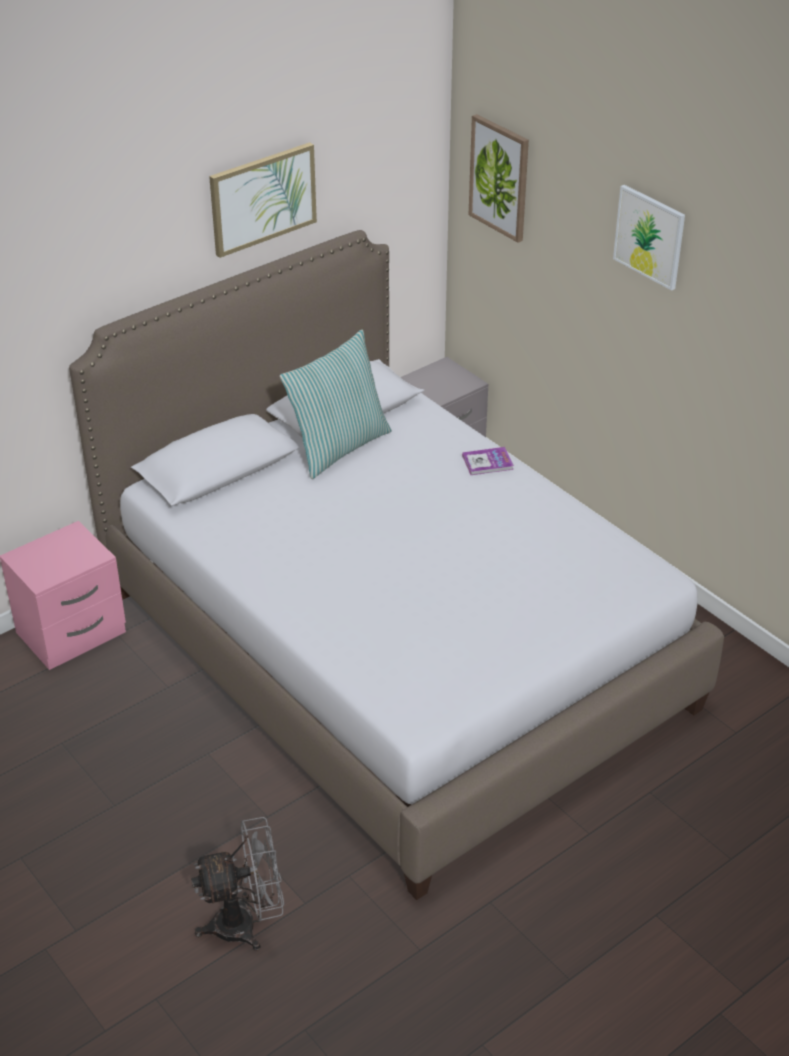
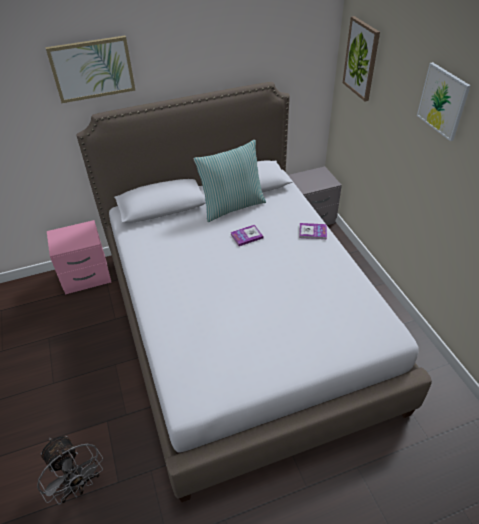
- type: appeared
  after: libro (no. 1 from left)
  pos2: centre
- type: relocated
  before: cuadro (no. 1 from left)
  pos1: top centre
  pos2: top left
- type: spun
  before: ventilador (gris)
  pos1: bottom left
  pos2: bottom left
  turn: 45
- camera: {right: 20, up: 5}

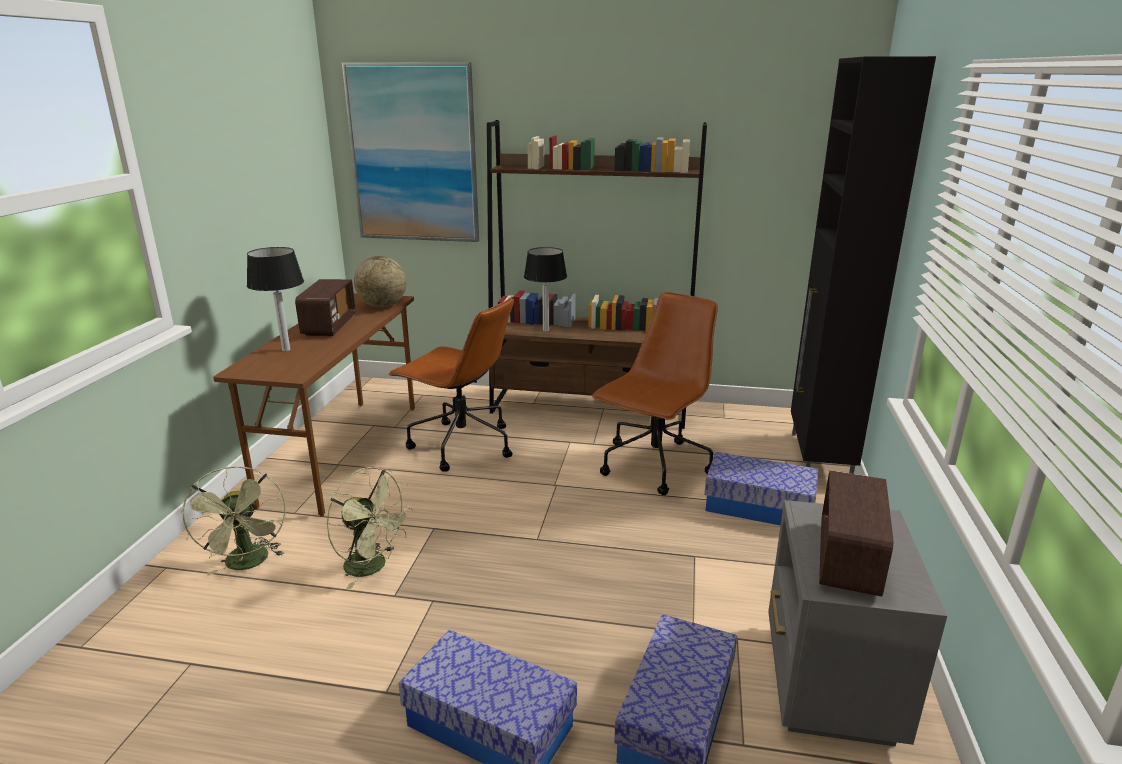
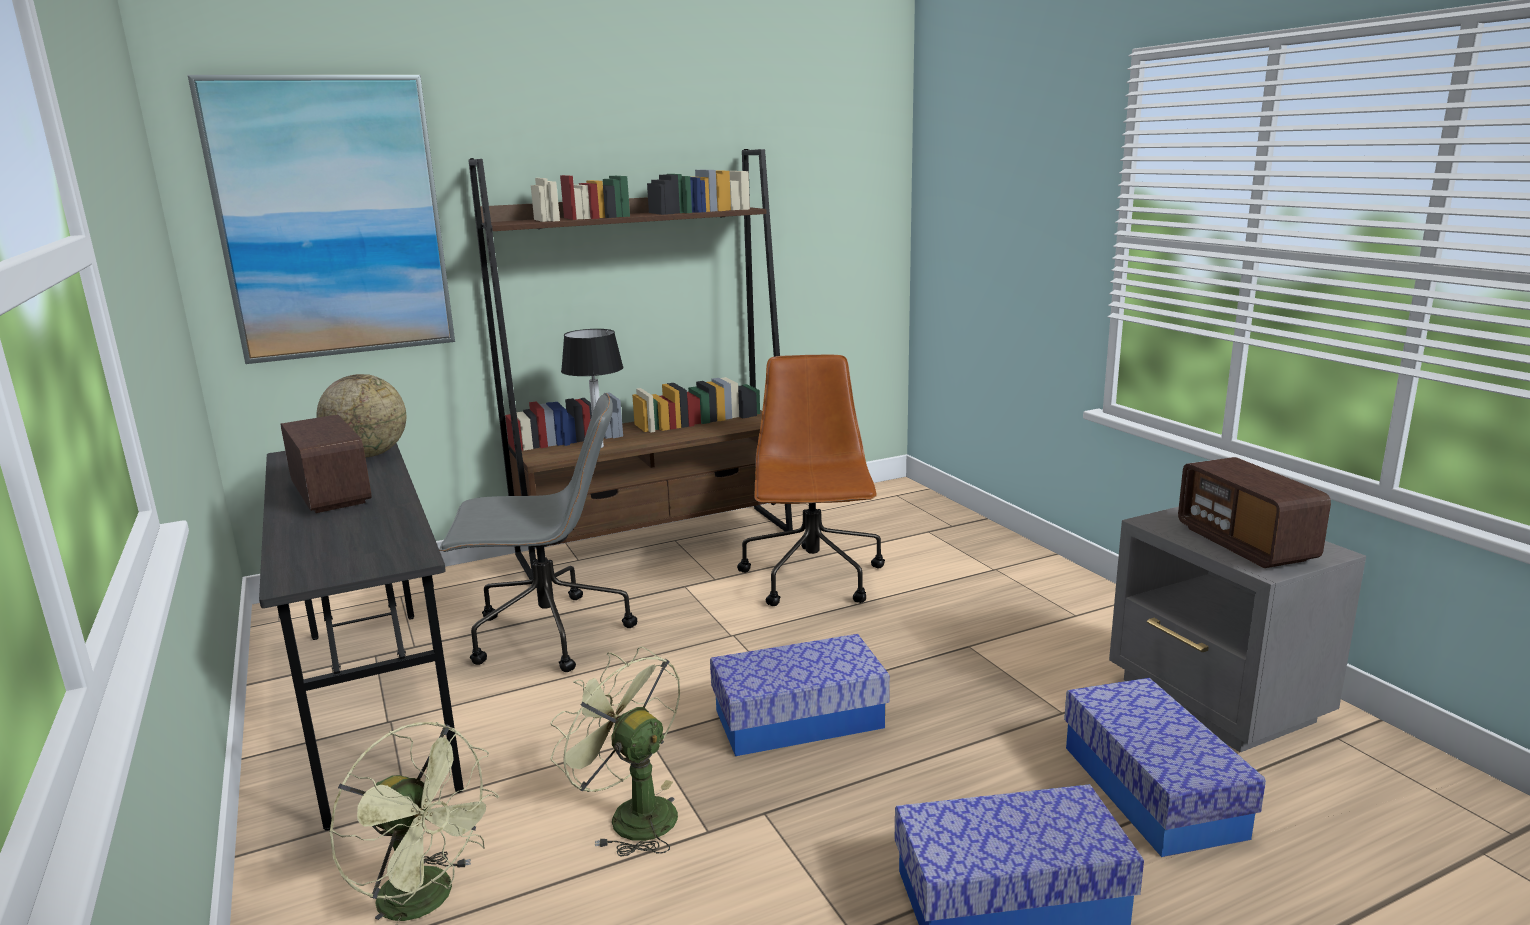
- type: missing
  before: lámpara de mesa (no. 1 from left)
  pos1: middle left
- type: missing
  before: armario (negro)
  pos1: middle right
- type: relocated
  before: caja de almacenaje (no. 3 from left in the first image)
  after: caja de almacenaje (no. 1 from left)
  pos1: middle right
  pos2: bottom centre
- type: colour
  before: escritorio (marrón)
  after: escritorio (gris)
  pos1: middle left
  pos2: bottom left
- type: colour
  before: silla de oficina (marrón) (no. 1 from left)
  after: silla de oficina (gris)
  pos1: centre
  pos2: centre
- type: spun
  before: ventilador (verde) (no. 2 from left)
  pos1: bottom left
  pos2: bottom centre
  turn: -135
- camera: {right: -35, up: -5}

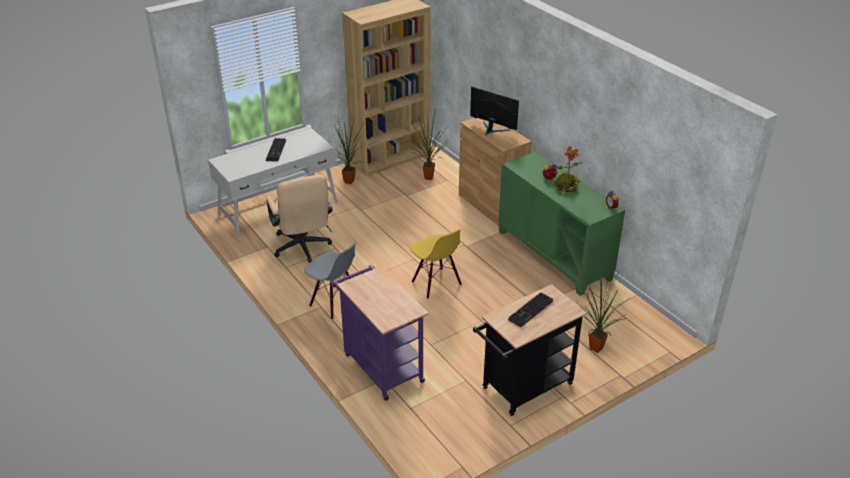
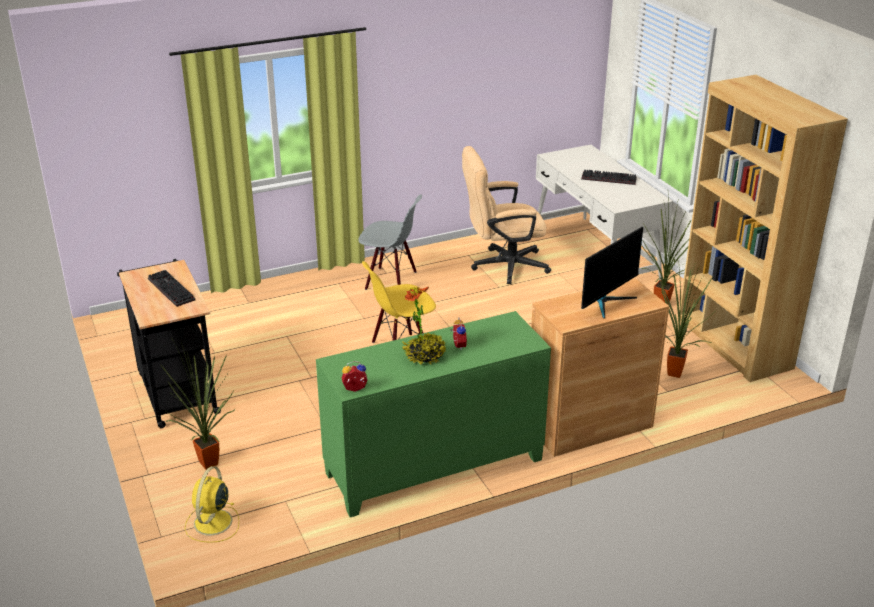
- type: missing
  before: carrito (morado)
  pos1: bottom centre
- type: appeared
  after: ventilador (amarillo)
  pos2: bottom left
- type: spun
  before: silla (gris)
  pos1: centre
  pos2: centre
  turn: -120
- camera: {right: 100, up: -5}

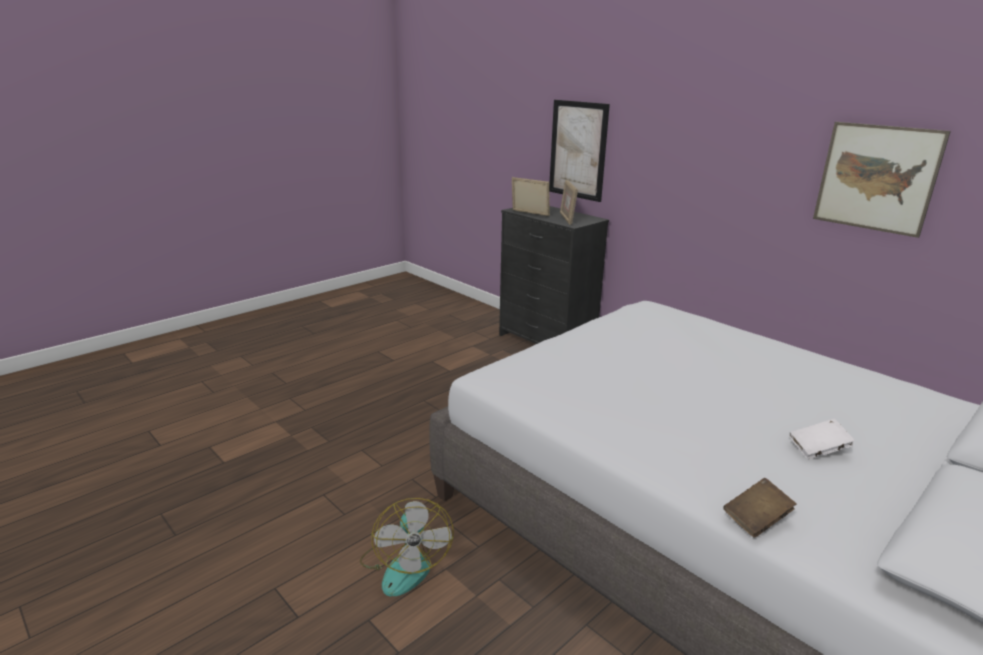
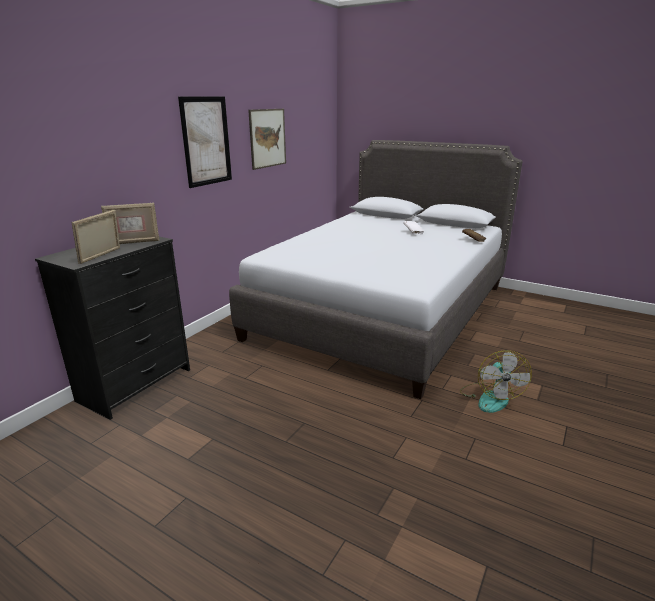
- type: relocated
  before: cuadro (no. 1 from left)
  pos1: top centre
  pos2: top left
- type: spun
  before: ventilador
  pos1: bottom centre
  pos2: middle right
  turn: 120
- camera: {right: -105, up: 0}

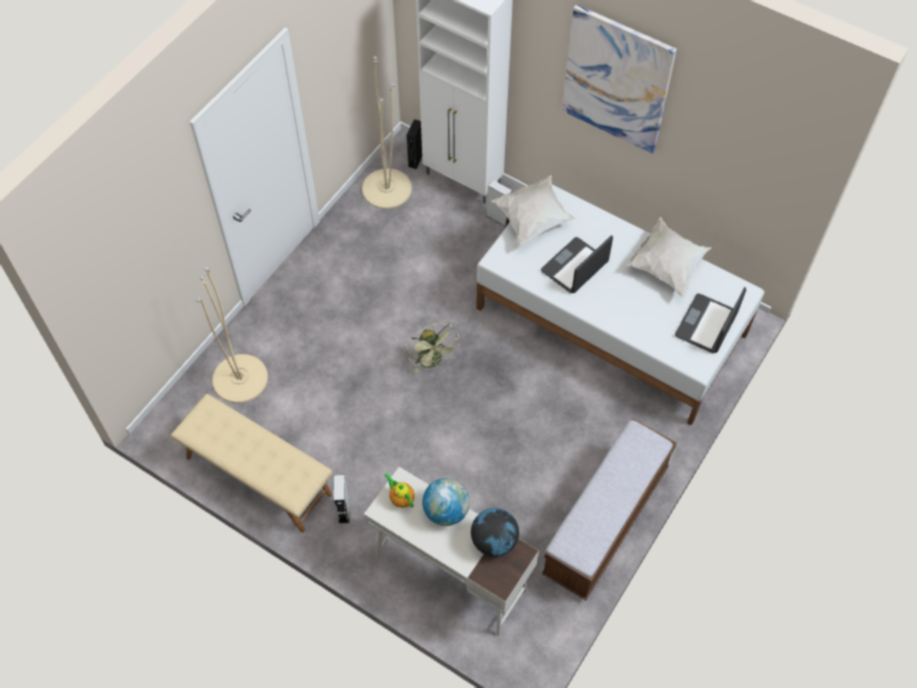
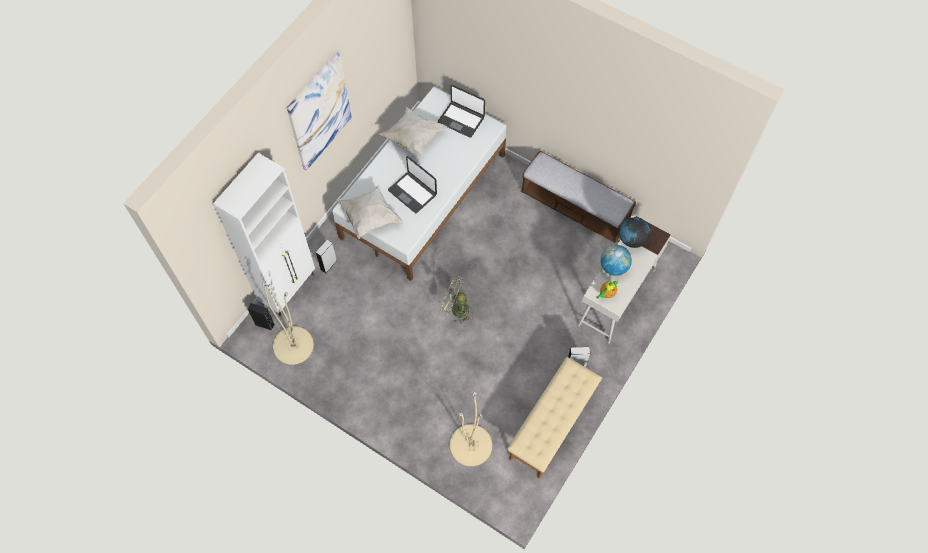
- type: spun
  before: ventilador (verde)
  pos1: centre
  pos2: centre
  turn: -135
- camera: {right: -90, up: 5}

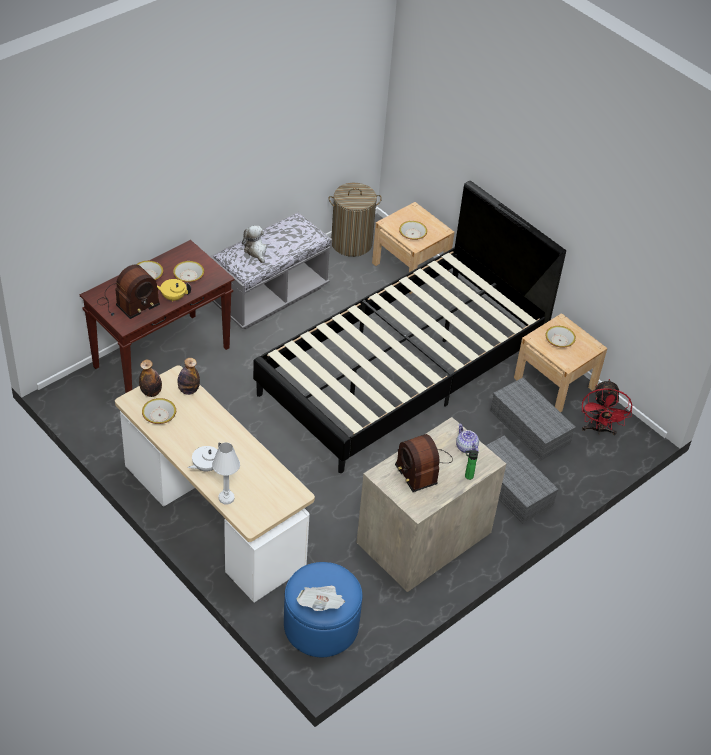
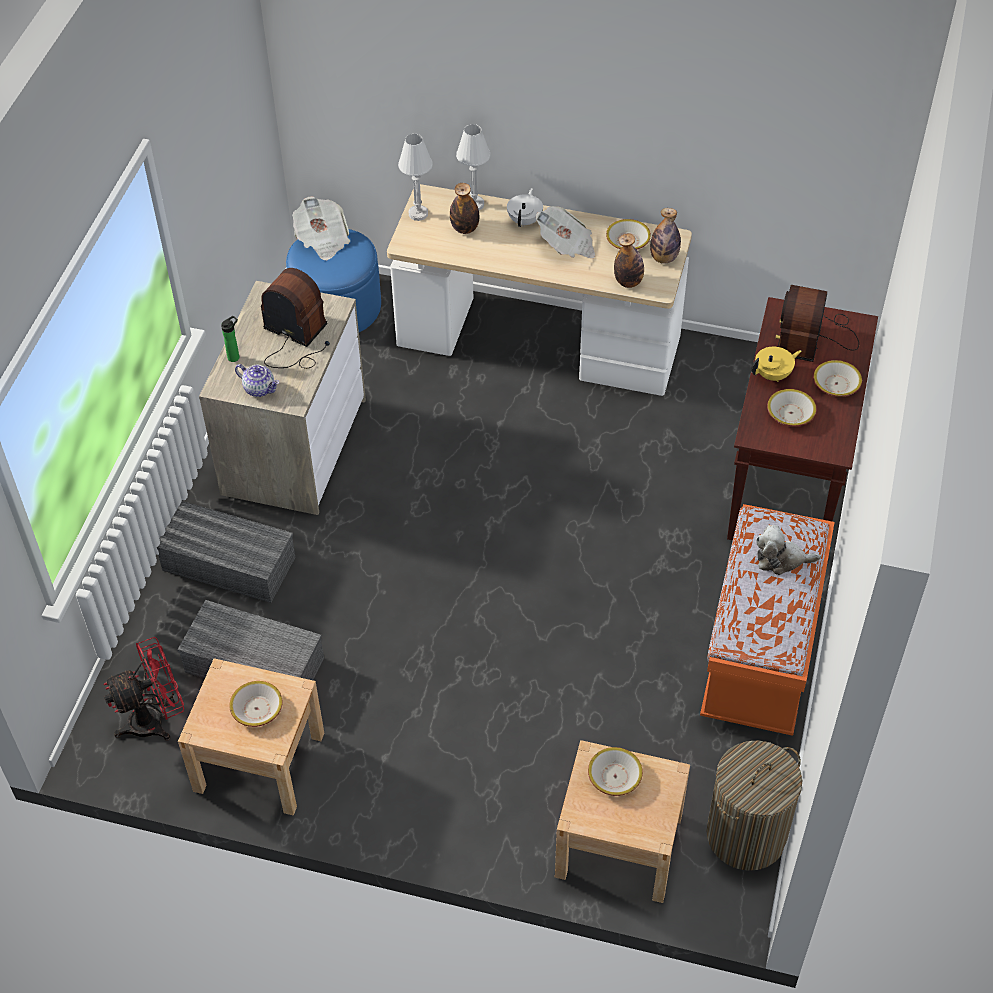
- type: missing
  before: cama (negro)
  pos1: centre
- type: appeared
  after: lámpara de mesa (blanco) (no. 1 from left)
  pos2: top centre
- type: appeared
  after: botella (no. 2 from left)
  pos2: top centre
- type: appeared
  after: periódico (no. 2 from left)
  pos2: top centre
- type: colour
  before: banco (gris)
  after: banco (naranja)
  pos1: centre
  pos2: middle right
- type: spun
  before: peluche
  pos1: top centre
  pos2: middle right
  turn: 150
- type: spun
  before: ventilador (rojo)
  pos1: middle right
  pos2: bottom left
  turn: 90
- camera: {right: 150, up: 5}

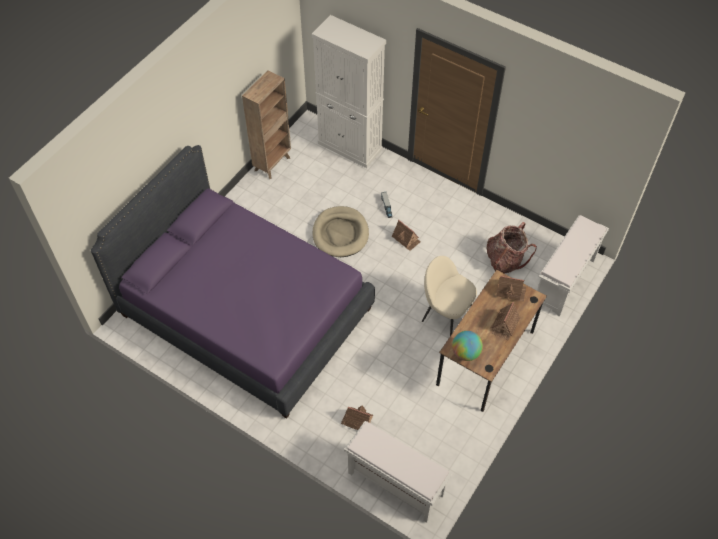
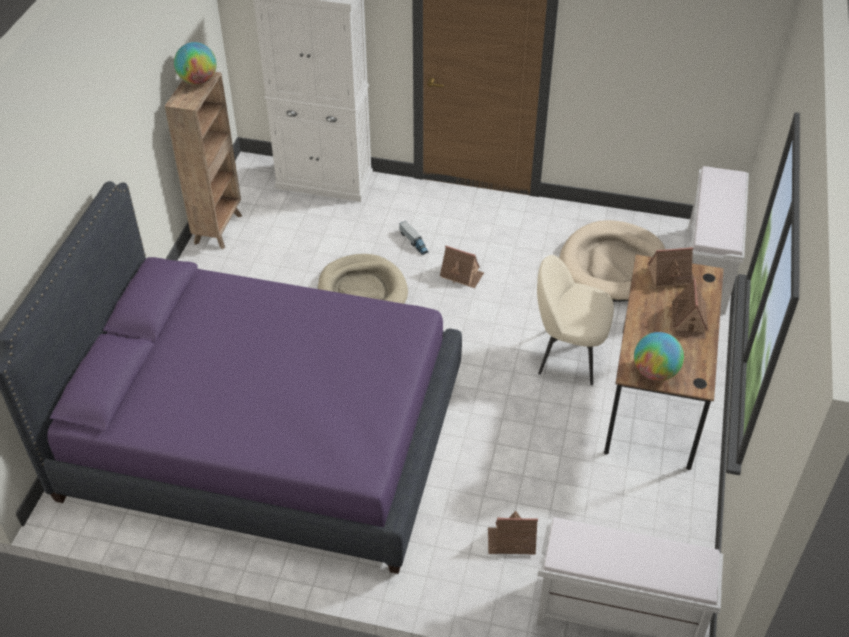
- type: appeared
  after: globo terráqueo (no. 1 from left)
  pos2: top left
- type: exchanged
  before: mochila
  after: cama para perro (beis) (no. 2 from left)
  pos1: middle right
  pos2: middle right
- camera: {right: -20, up: -10}

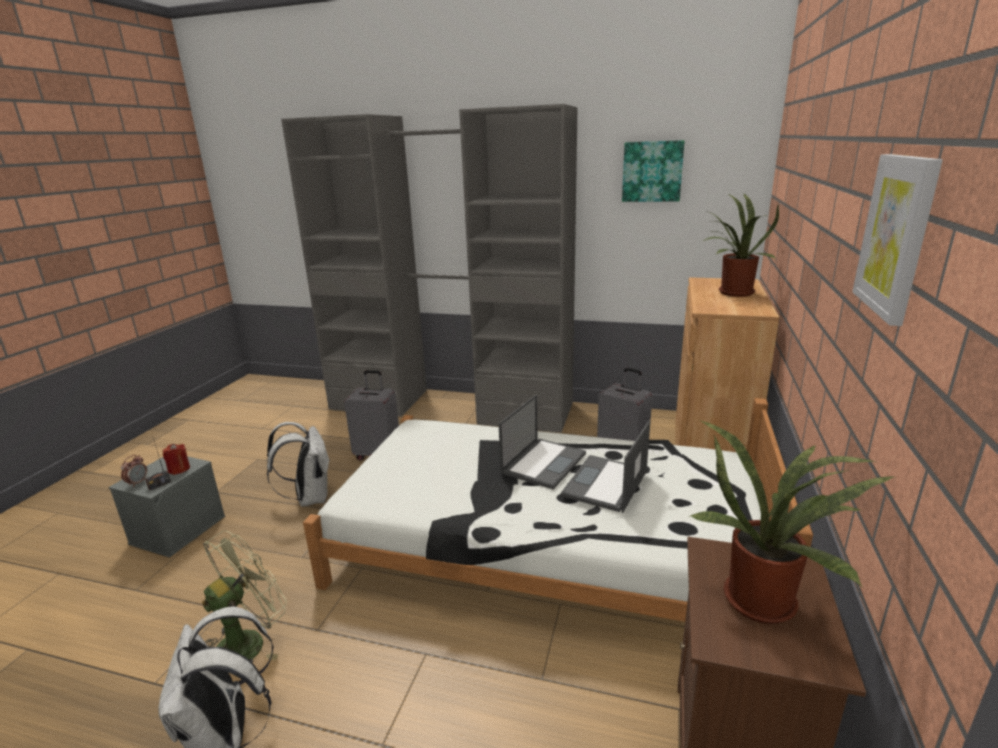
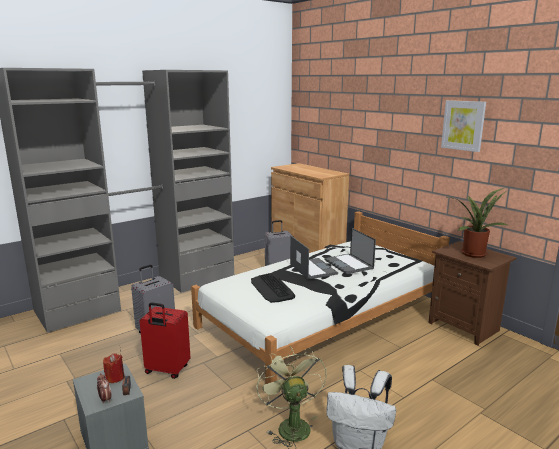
- type: missing
  before: cuadro (no. 1 from left)
  pos1: top centre
- type: missing
  before: planta en maceta (no. 1 from left)
  pos1: top right
- type: appeared
  after: teclado
  pos2: centre
- type: exchanged
  before: mochila (blanco) (no. 2 from left)
  after: maleta (rojo)
  pos1: middle left
  pos2: bottom left
- camera: {right: -55, up: -5}

